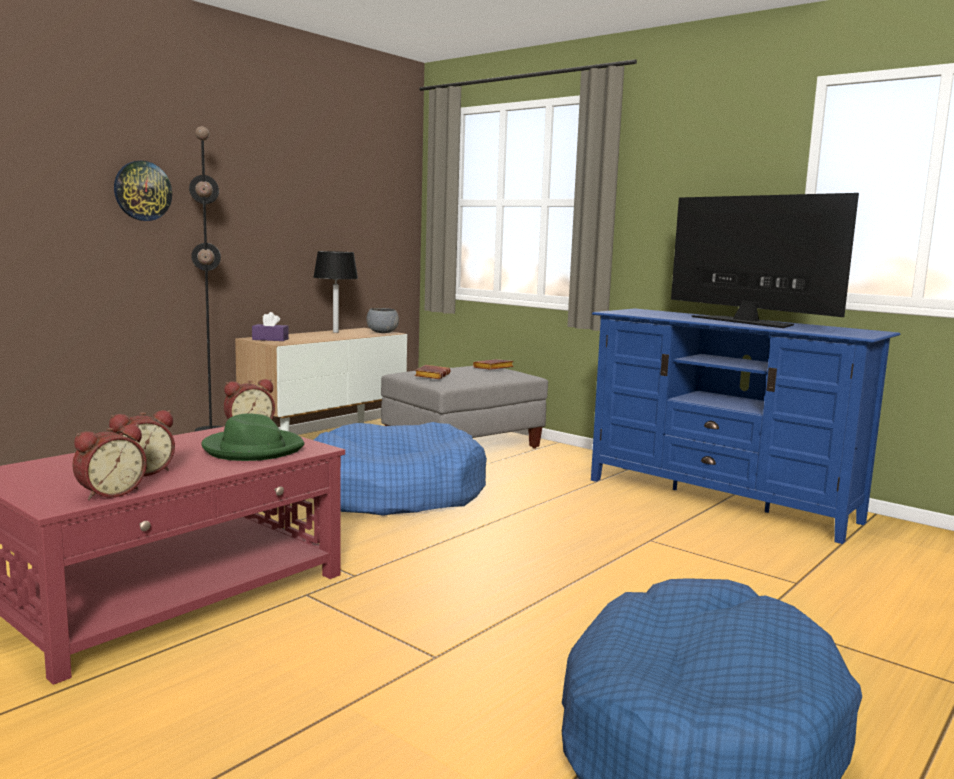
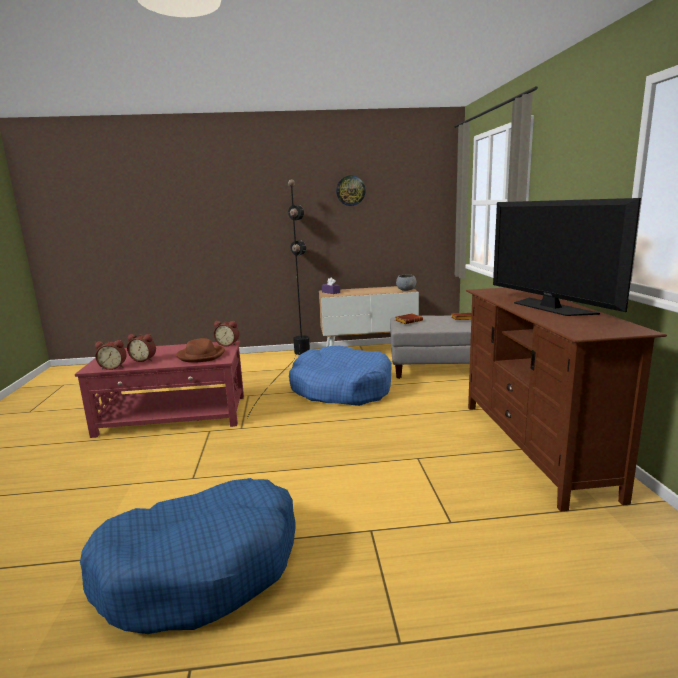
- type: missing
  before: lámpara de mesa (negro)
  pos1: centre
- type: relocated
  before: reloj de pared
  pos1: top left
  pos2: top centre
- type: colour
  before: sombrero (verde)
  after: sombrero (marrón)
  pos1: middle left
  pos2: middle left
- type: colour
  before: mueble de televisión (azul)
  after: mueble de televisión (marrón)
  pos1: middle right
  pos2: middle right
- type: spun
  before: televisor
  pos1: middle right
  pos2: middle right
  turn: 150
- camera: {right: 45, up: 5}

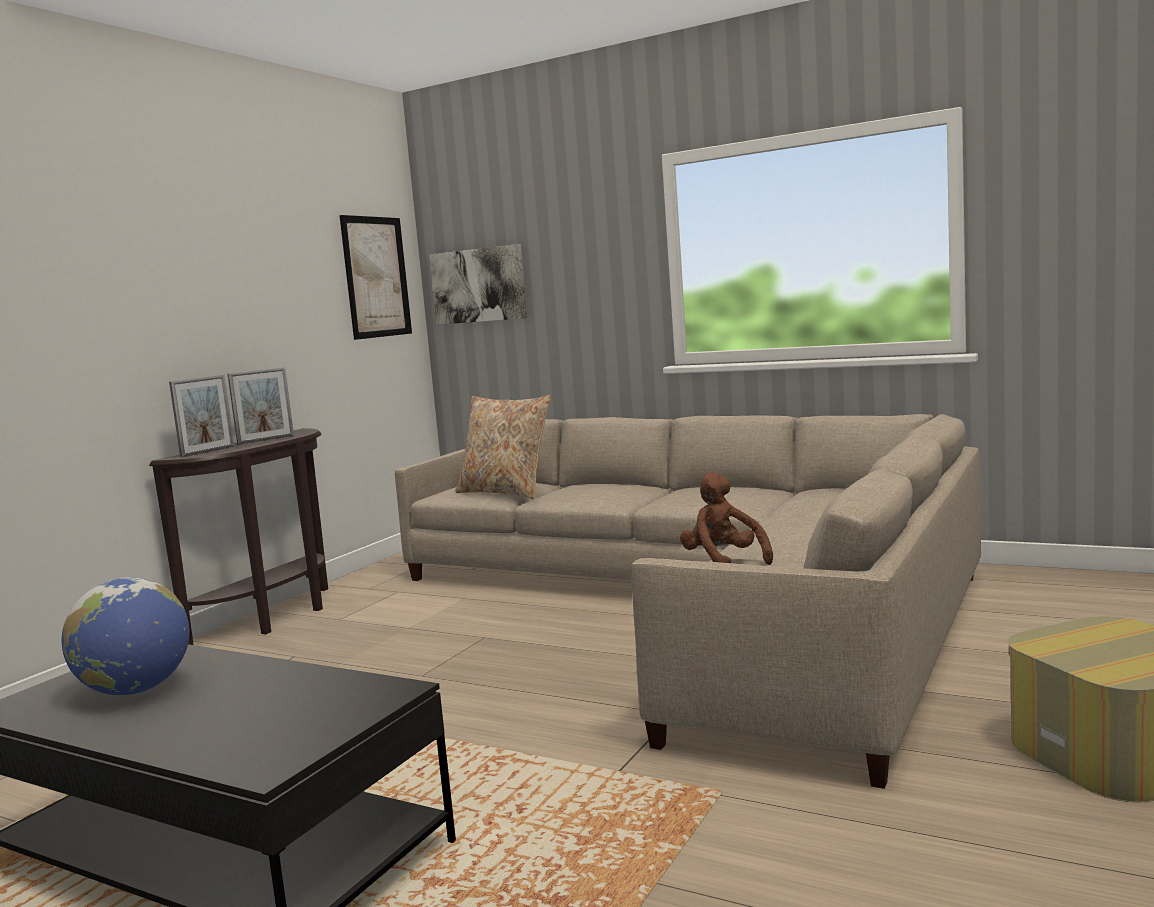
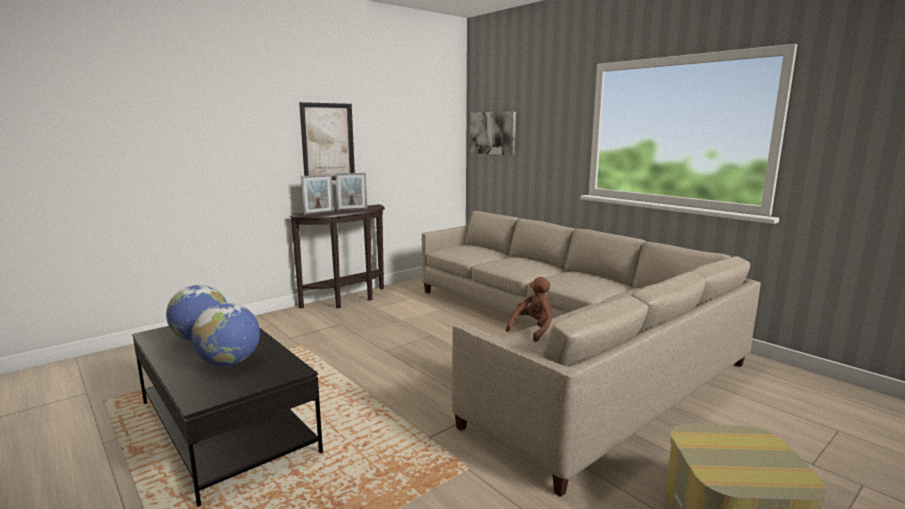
- type: missing
  before: cojín (beis)
  pos1: centre
- type: appeared
  after: globo terráqueo (no. 2 from left)
  pos2: middle left
- type: relocated
  before: cuadro (no. 1 from left)
  pos1: top left
  pos2: top centre
- type: spun
  before: peluche (marrón)
  pos1: centre
  pos2: centre
  turn: 45
- camera: {right: 20, up: 5}

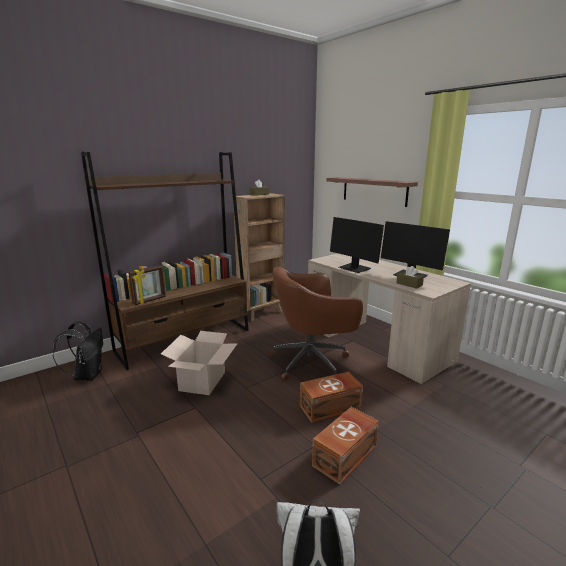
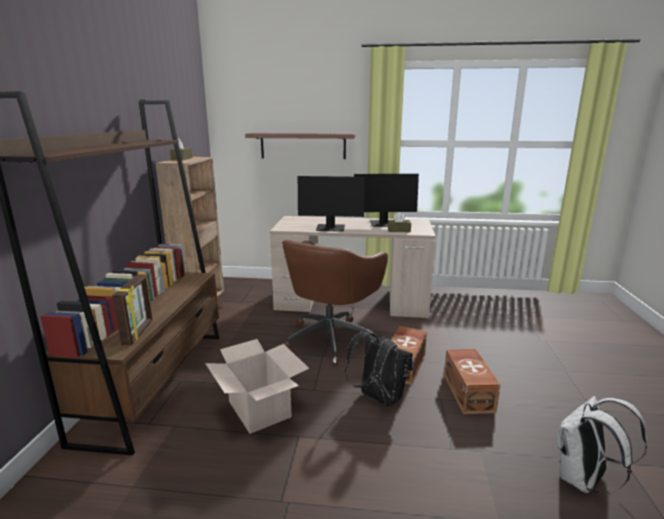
- type: relocated
  before: mochila (negro)
  pos1: middle left
  pos2: bottom centre
- camera: {right: -45, up: 0}

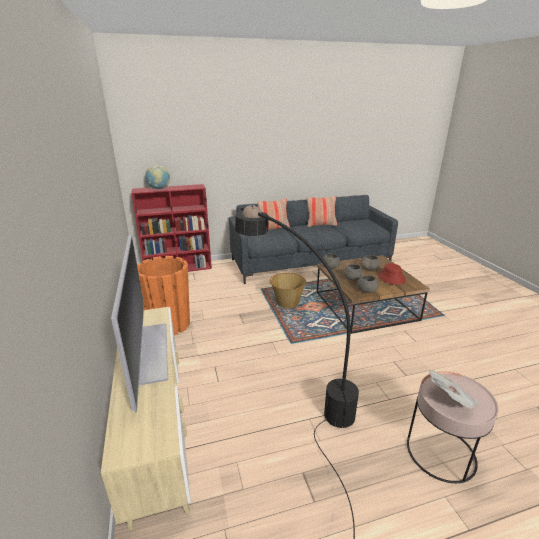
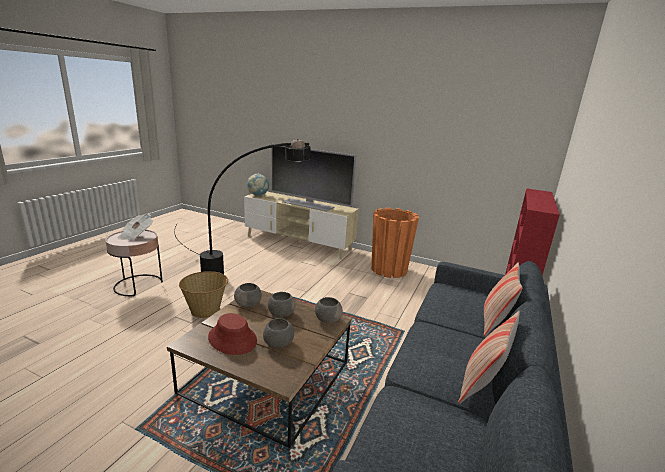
- type: relocated
  before: globo terráqueo
  pos1: top left
  pos2: centre
- type: relocated
  before: cesta
  pos1: centre
  pos2: middle left
- camera: {right: 130, up: -5}

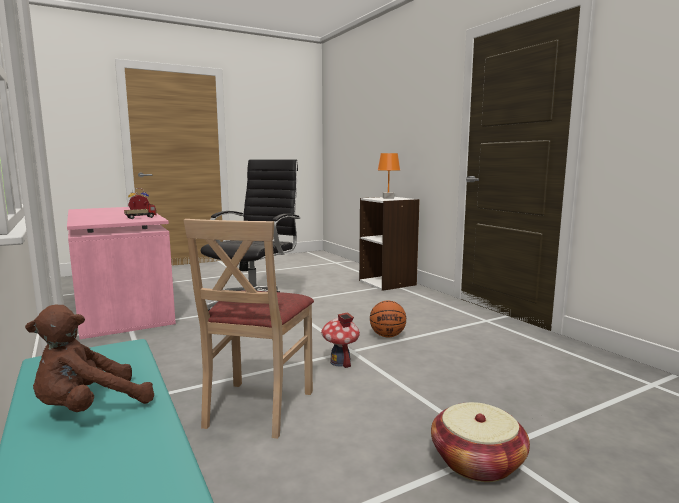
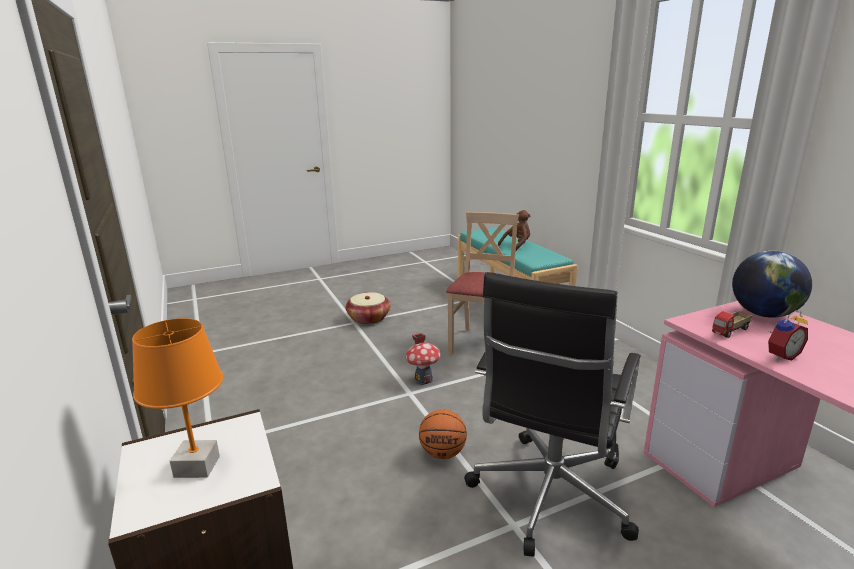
- type: appeared
  after: globo terráqueo
  pos2: middle right
- type: relocated
  before: balón de baloncesto
  pos1: centre
  pos2: bottom centre
- camera: {right: -175, up: 10}

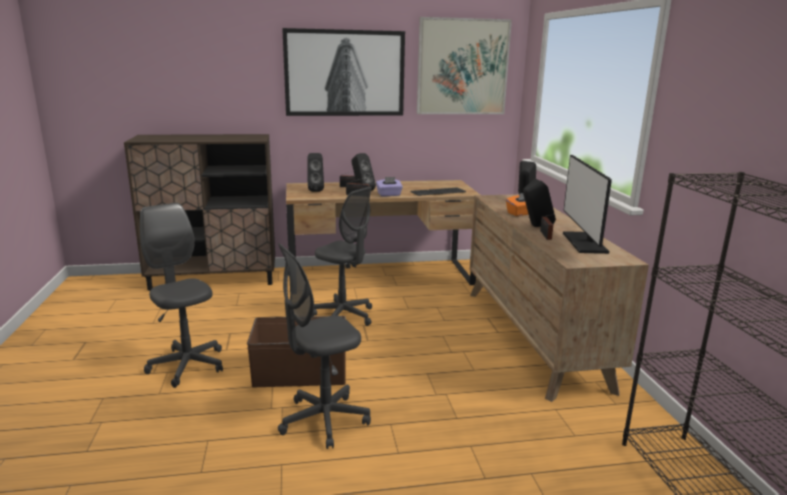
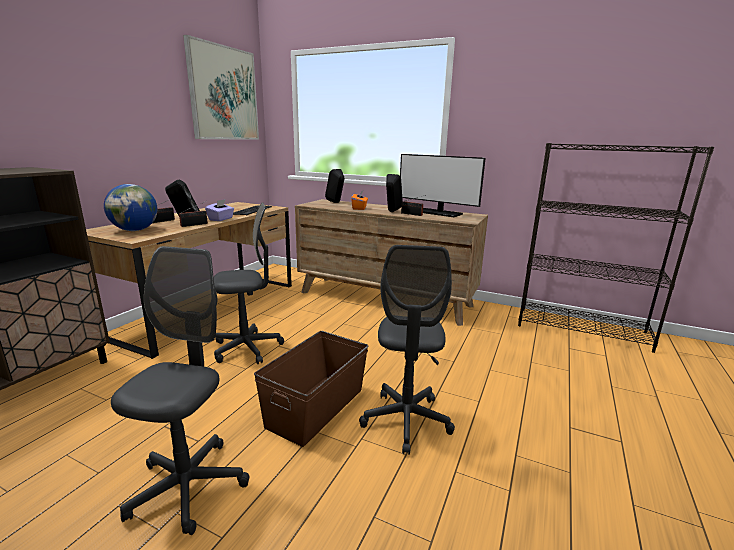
- type: missing
  before: cuadro (no. 1 from left)
  pos1: top centre
- type: exchanged
  before: altavoz (negro) (no. 1 from left)
  after: globo terráqueo
  pos1: centre
  pos2: middle left
- type: spun
  before: silla de oficina (gris) (no. 1 from left)
  pos1: middle left
  pos2: bottom left
  turn: 105
- camera: {right: -55, up: 0}

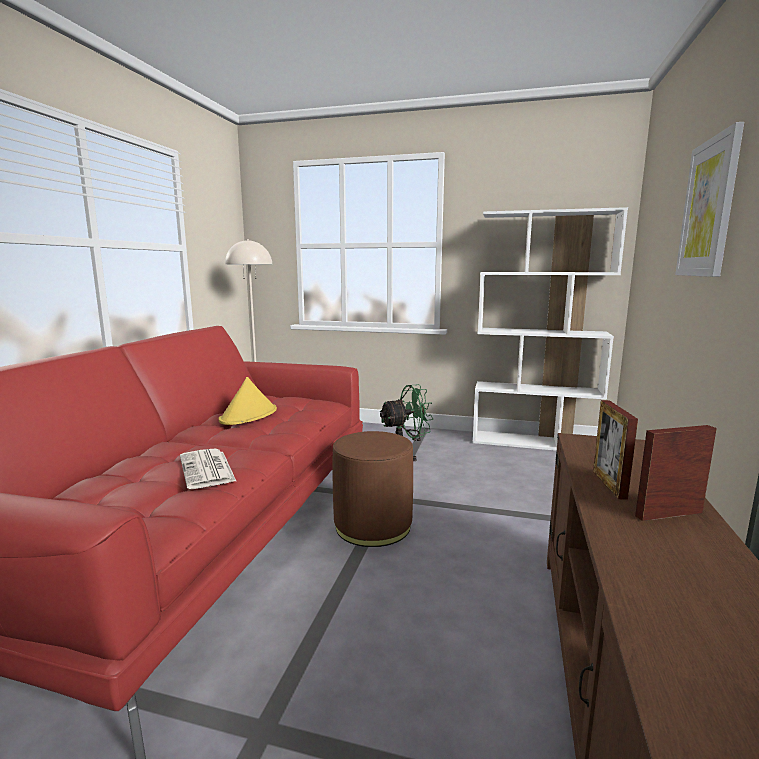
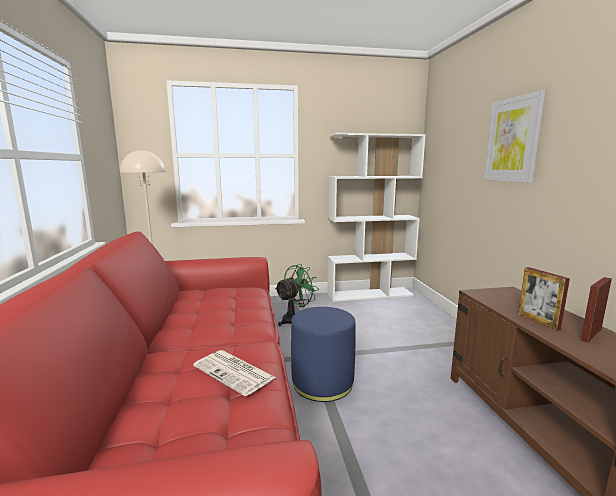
- type: missing
  before: sombrero (amarillo)
  pos1: middle left
- type: colour
  before: puf (marrón)
  after: puf (azul)
  pos1: centre
  pos2: bottom centre
- camera: {right: -25, up: 0}

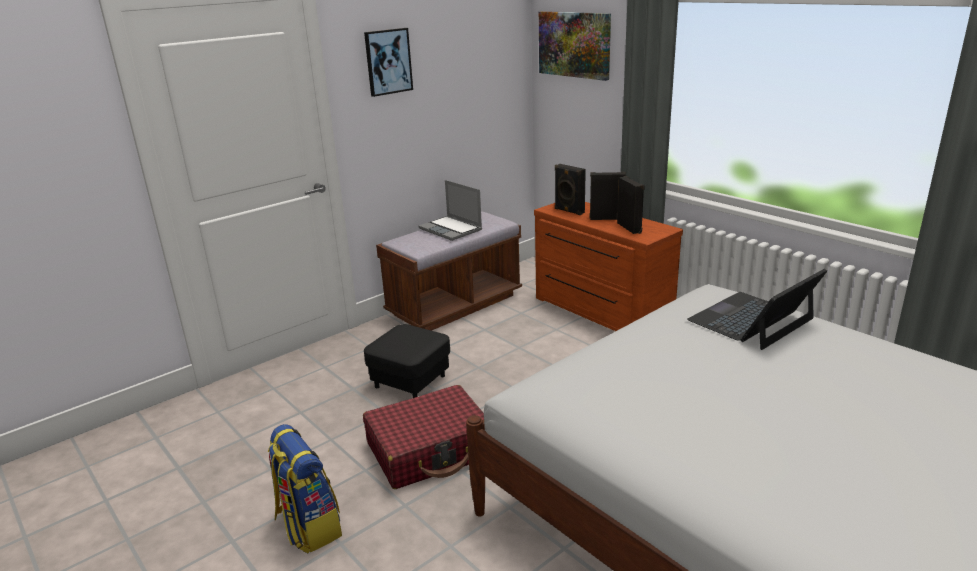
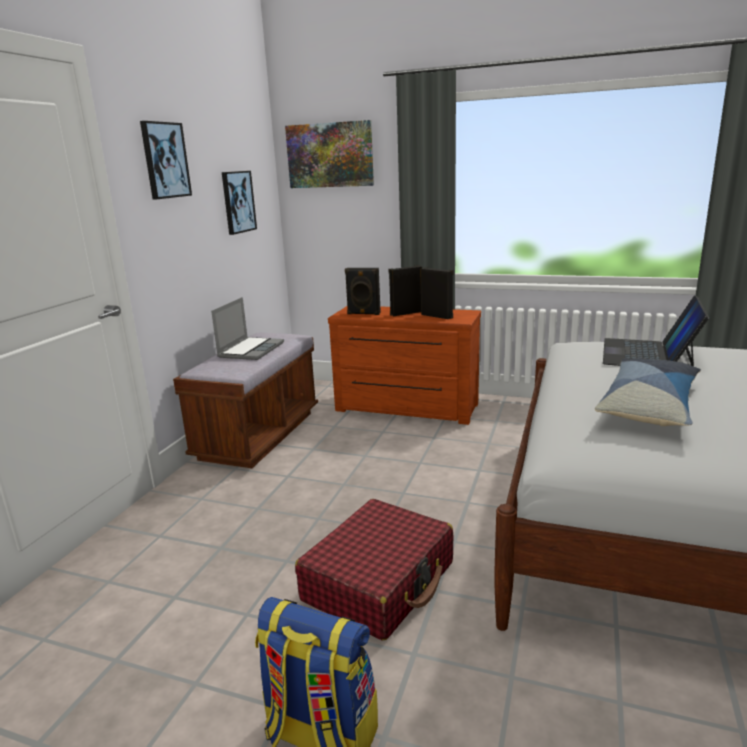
- type: missing
  before: puf (negro)
  pos1: centre
- type: appeared
  after: cuadro (no. 2 from left)
  pos2: top left
- type: appeared
  after: cojín
  pos2: middle right
- type: spun
  before: portátil (no. 1 from left)
  pos1: centre
  pos2: middle left
  turn: -90
- camera: {right: -30, up: -5}

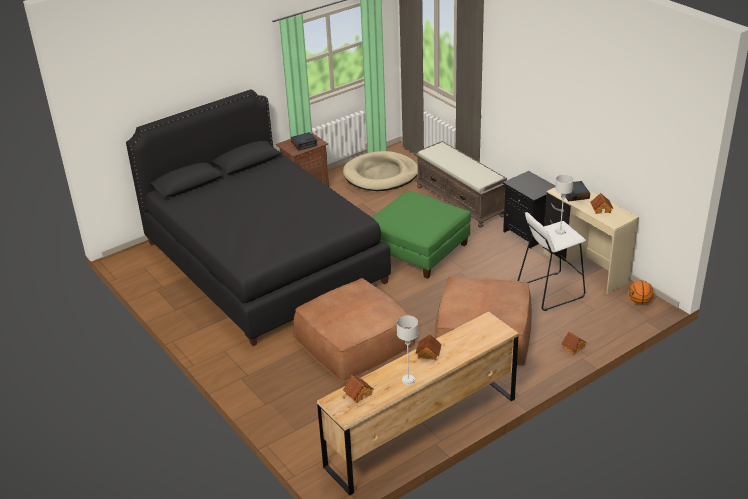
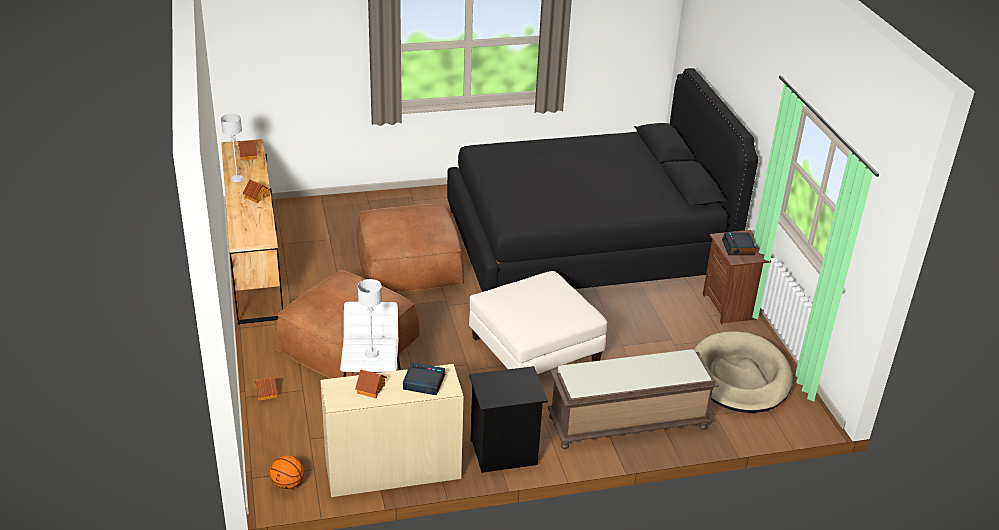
- type: colour
  before: puf (verde)
  after: puf (blanco)
  pos1: centre
  pos2: centre
- camera: {right: 110, up: 0}

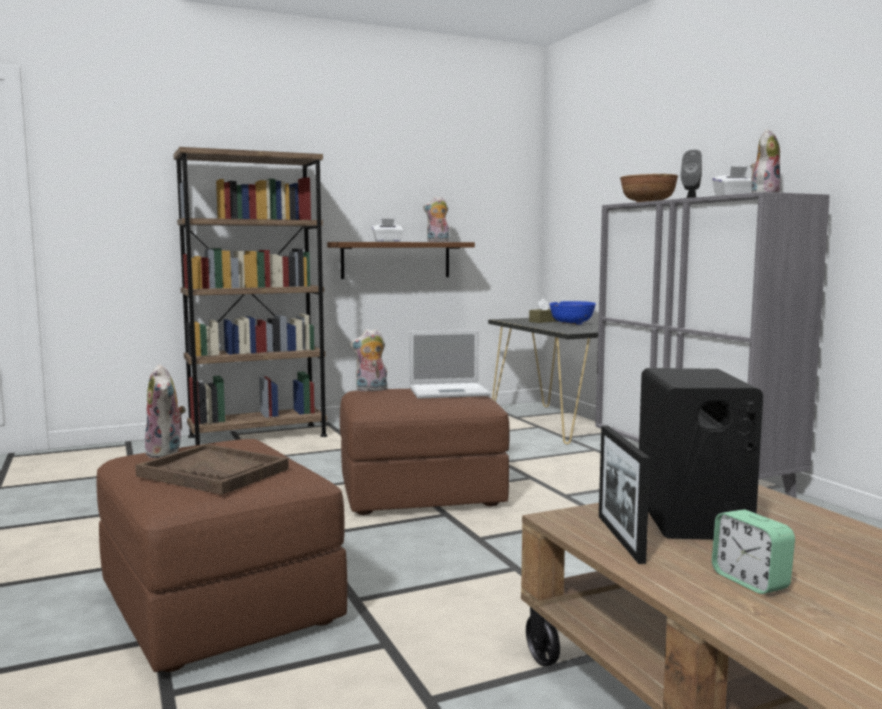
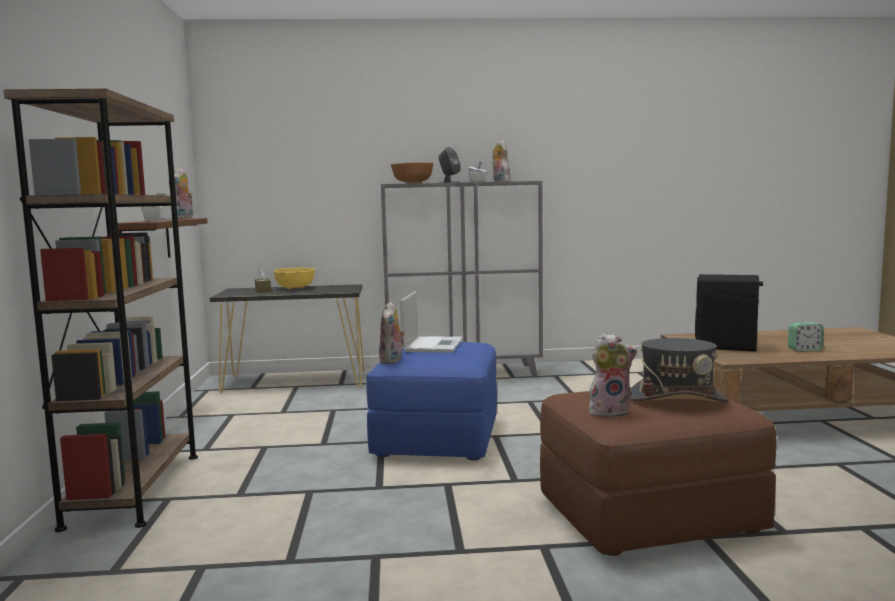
- type: missing
  before: portarretratos
  pos1: bottom right
- type: exchanged
  before: bandeja (marrón)
  after: sombrero (gris)
  pos1: middle left
  pos2: middle right
- type: colour
  before: puf (marrón) (no. 2 from left)
  after: puf (azul)
  pos1: centre
  pos2: bottom centre
- type: colour
  before: cuenco (azul)
  after: cuenco (amarillo)
  pos1: centre
  pos2: middle left
- camera: {right: -70, up: 0}

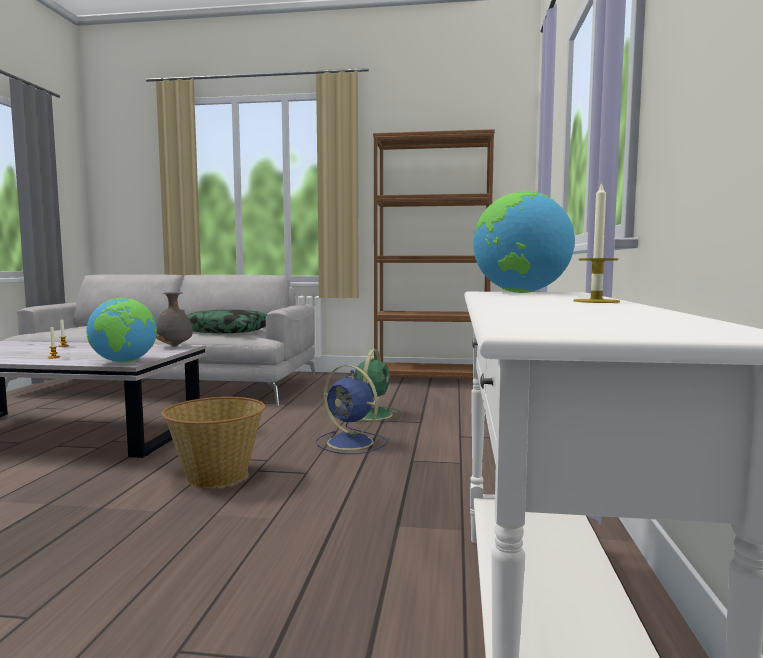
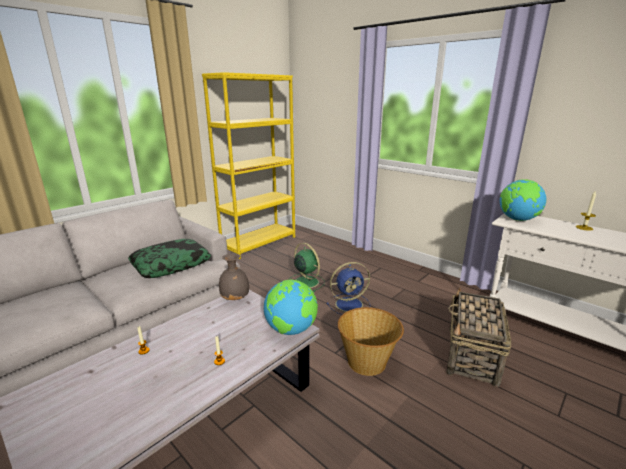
- type: appeared
  after: cesta (no. 2 from left)
  pos2: bottom right
- type: colour
  before: estantería (marrón)
  after: estantería (amarillo)
  pos1: centre
  pos2: centre
- camera: {right: -55, up: 15}

